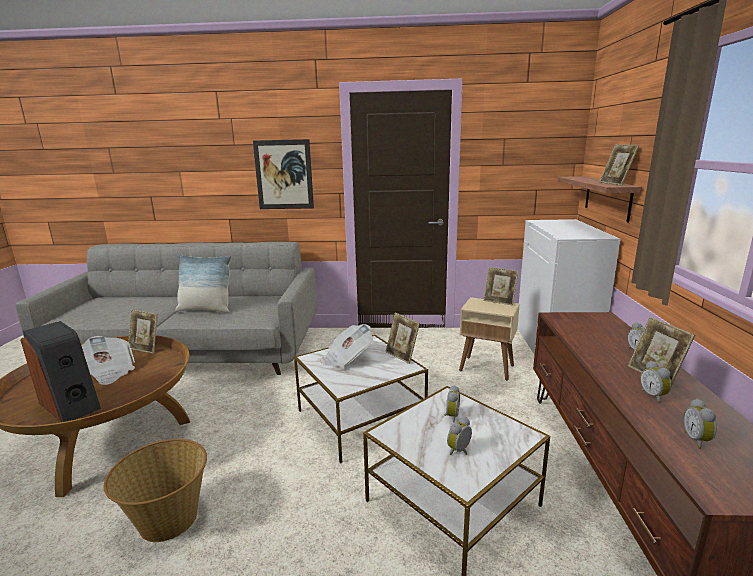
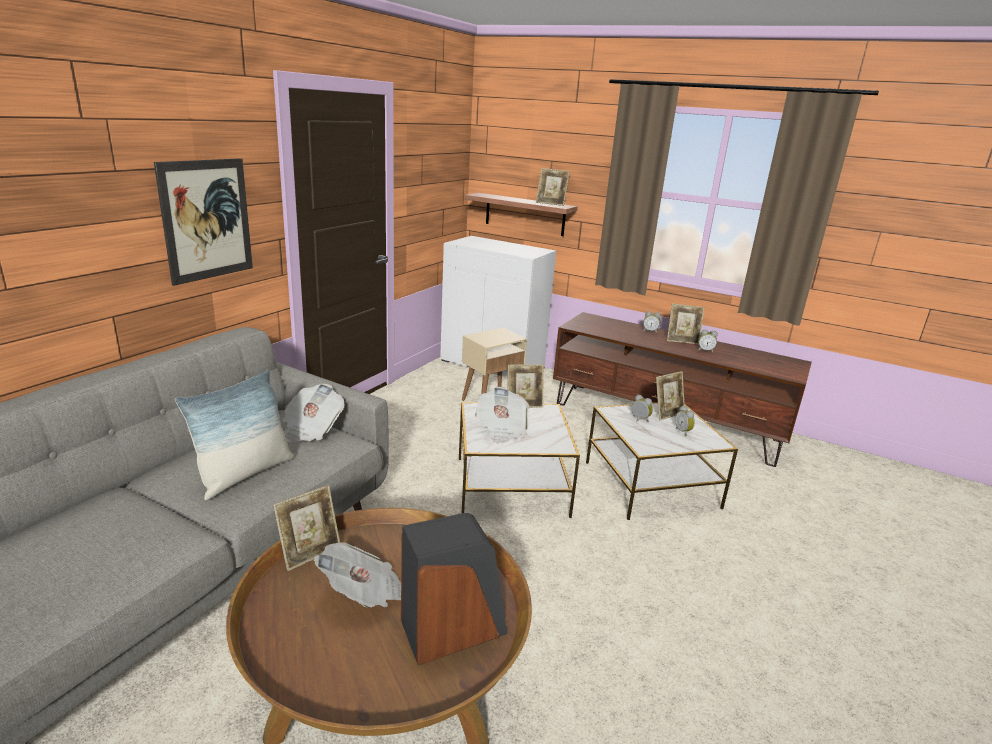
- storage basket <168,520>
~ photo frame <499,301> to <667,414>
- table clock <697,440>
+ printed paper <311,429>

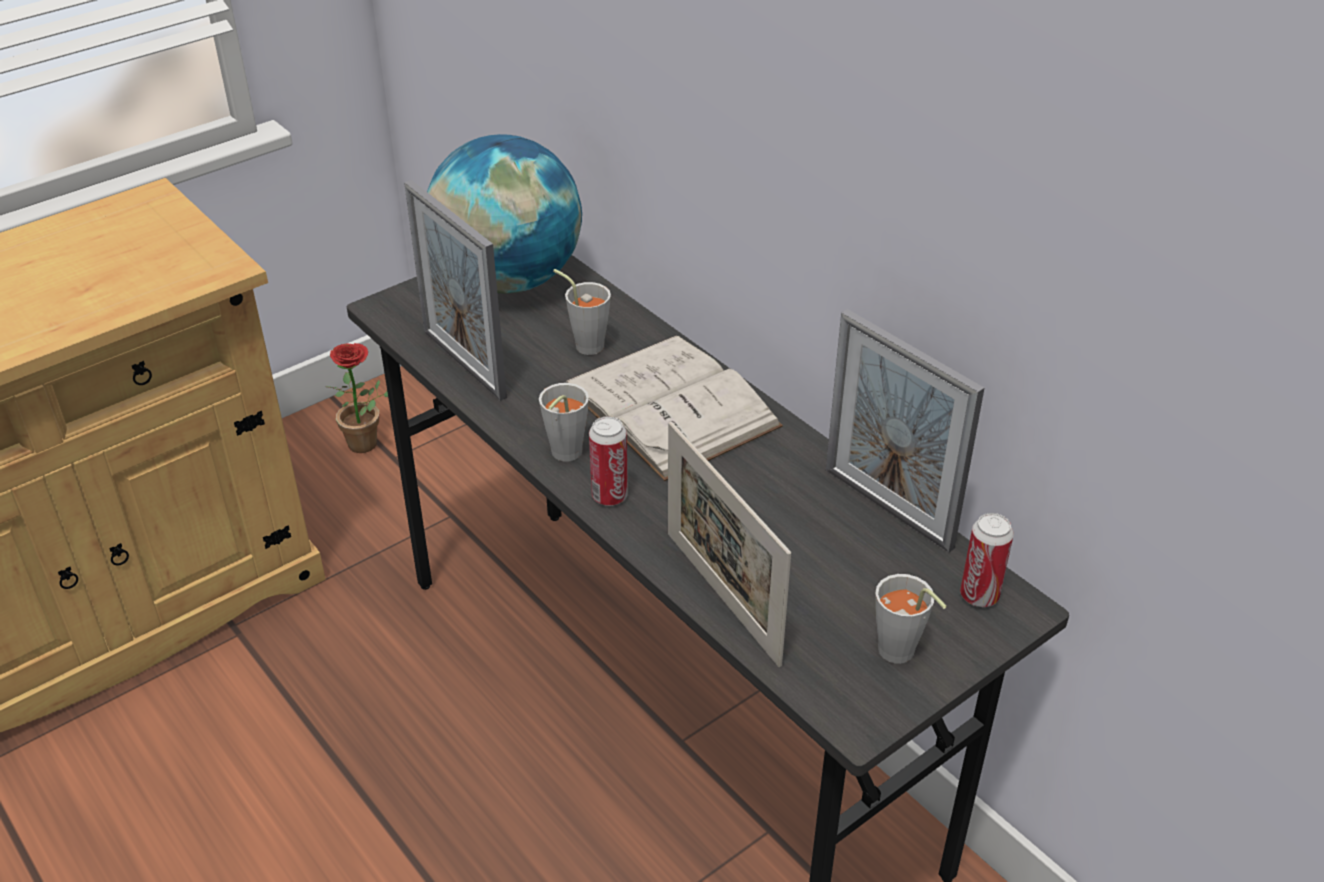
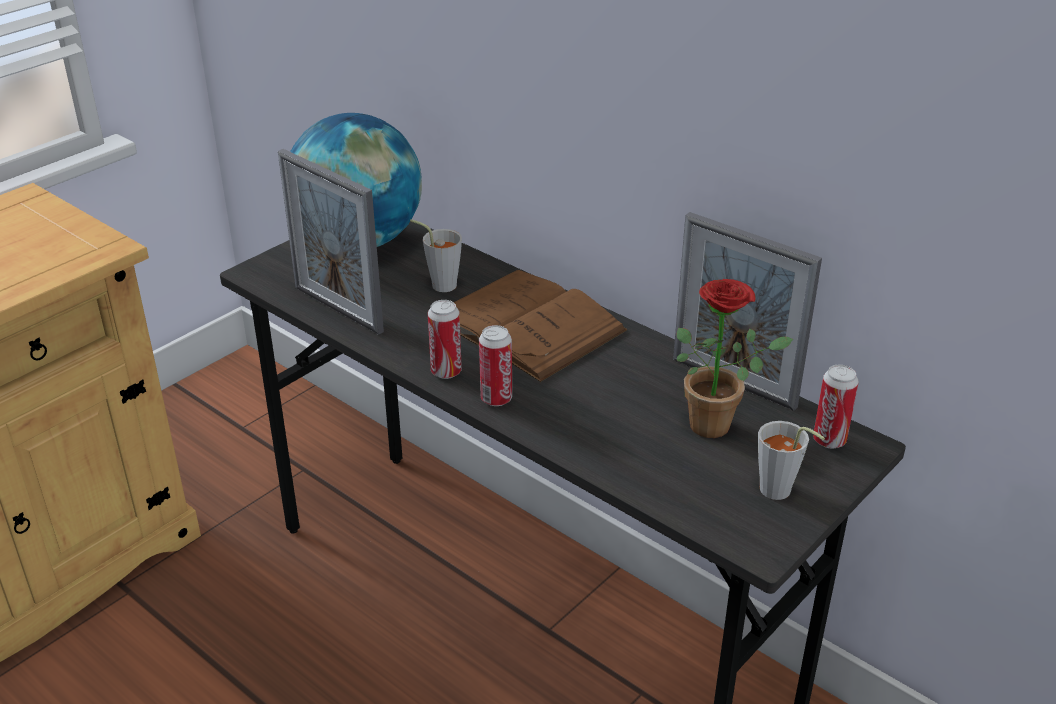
~ houseplant <369,443> to <718,424>
~ drinking cup in greyish <563,456> to can <446,372>
~ volume in whitish <670,406> to volume in brown <527,324>
- photo frame <722,597>

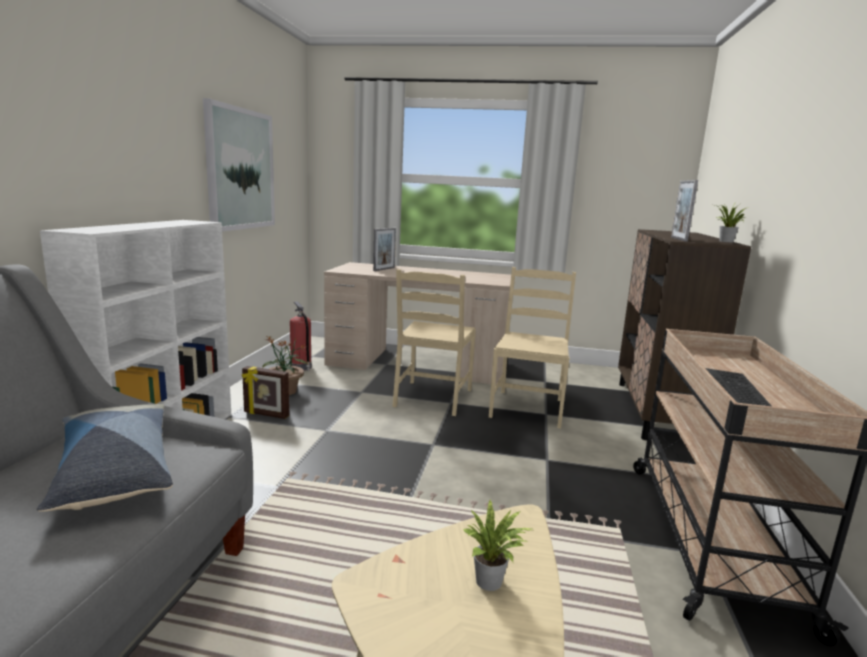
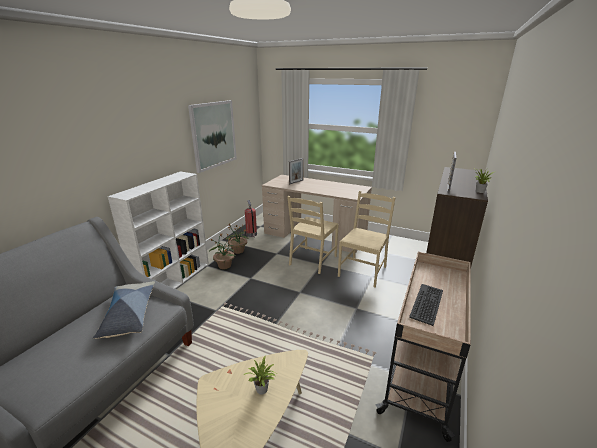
~ photo frame <266,414> to houseplant <224,265>

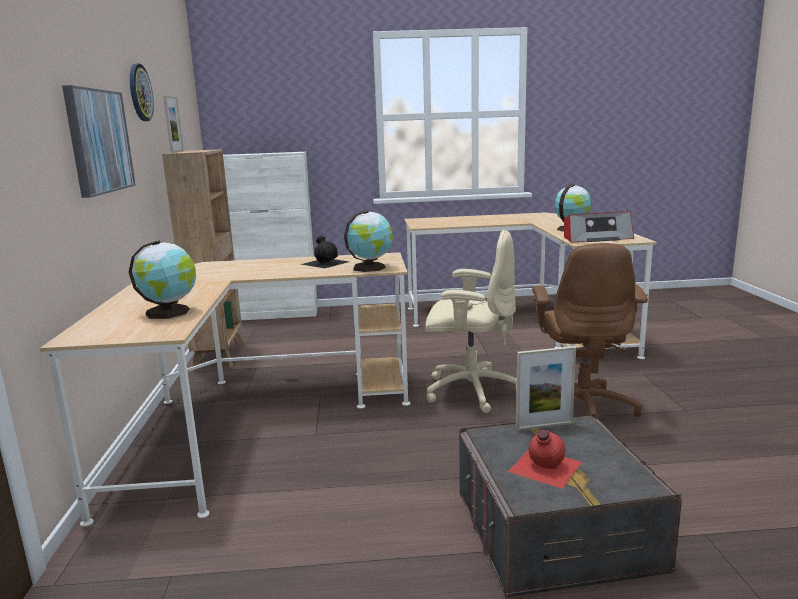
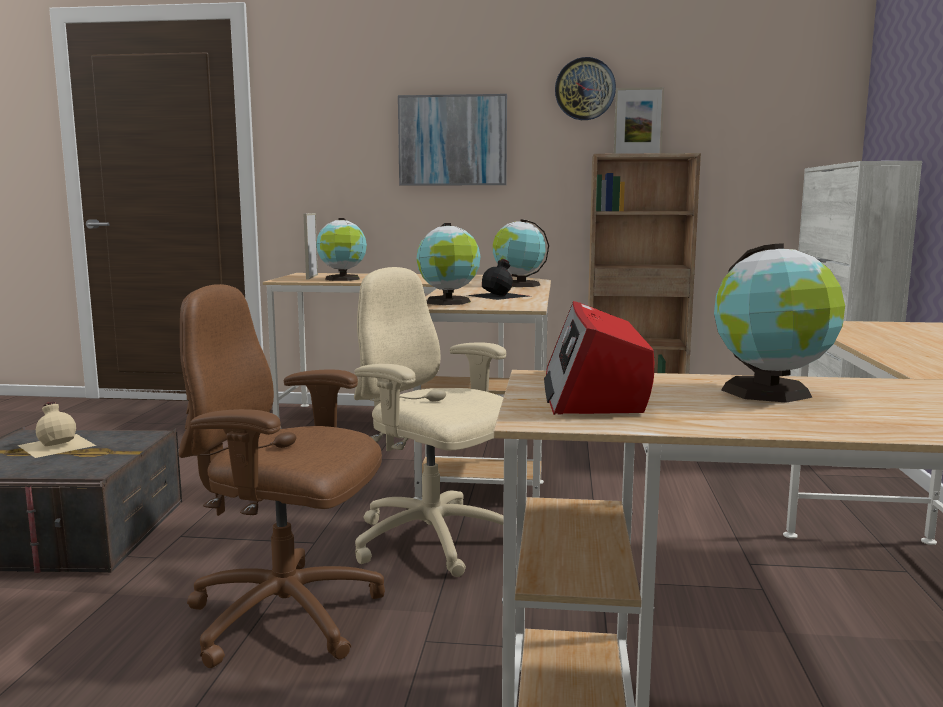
~ computer chair in sand-coloured <470,390> = <432,542> 105 degrees clockwise
~ drink bottle in reddish <544,466> to drink bottle in sand-coloured <57,445>
~ photo frame <544,426> to <312,277>
+ globe <519,285>

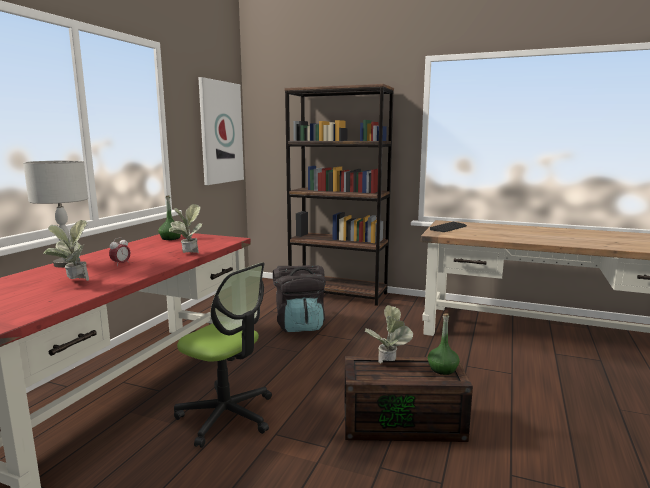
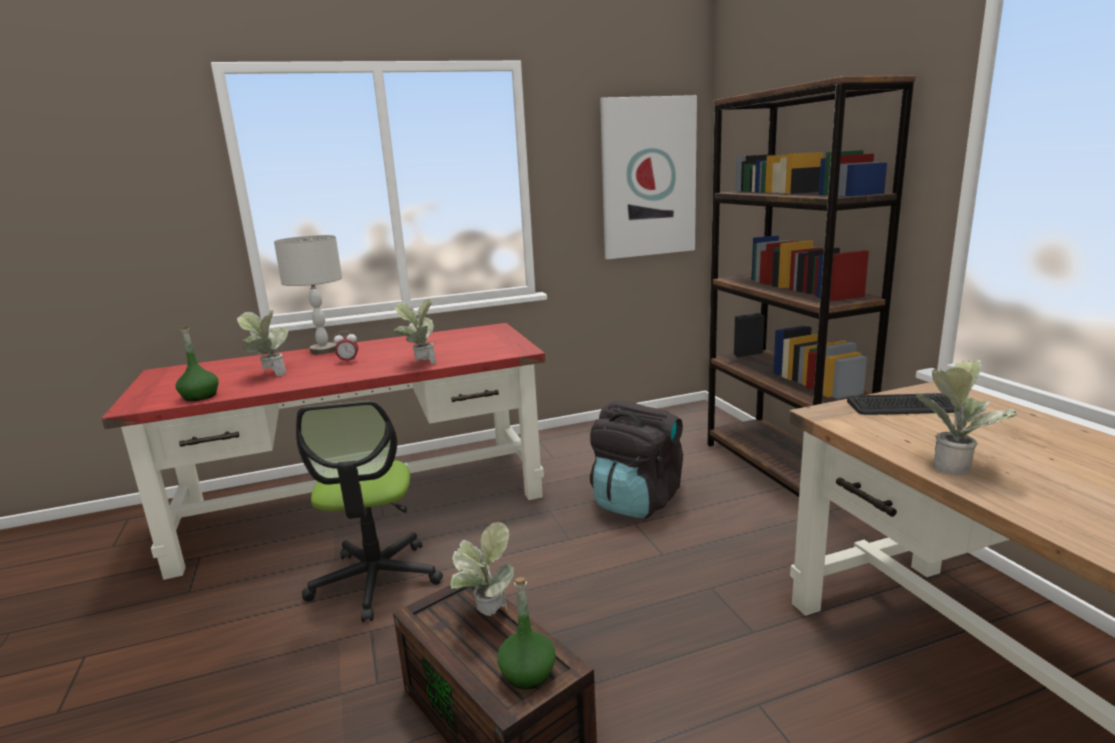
~ drink bottle in green-coloured <170,238> to <200,396>
+ houseplant <953,465>

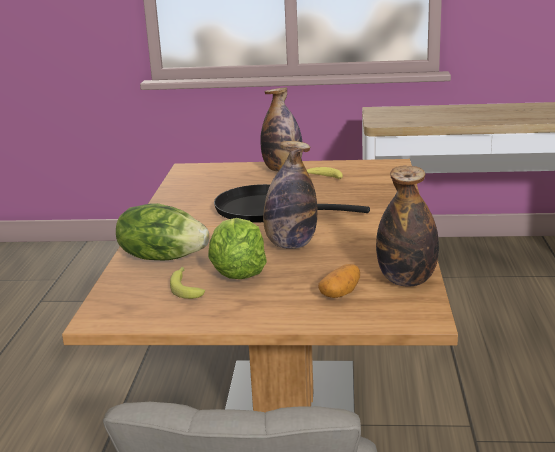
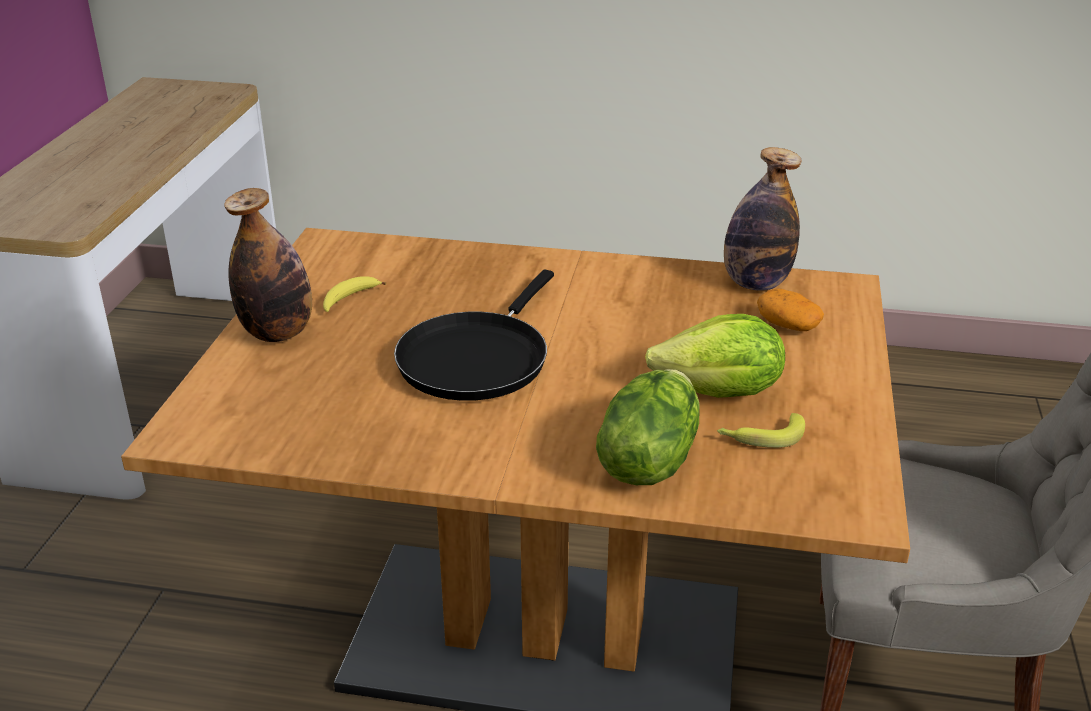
- drink bottle <290,245>

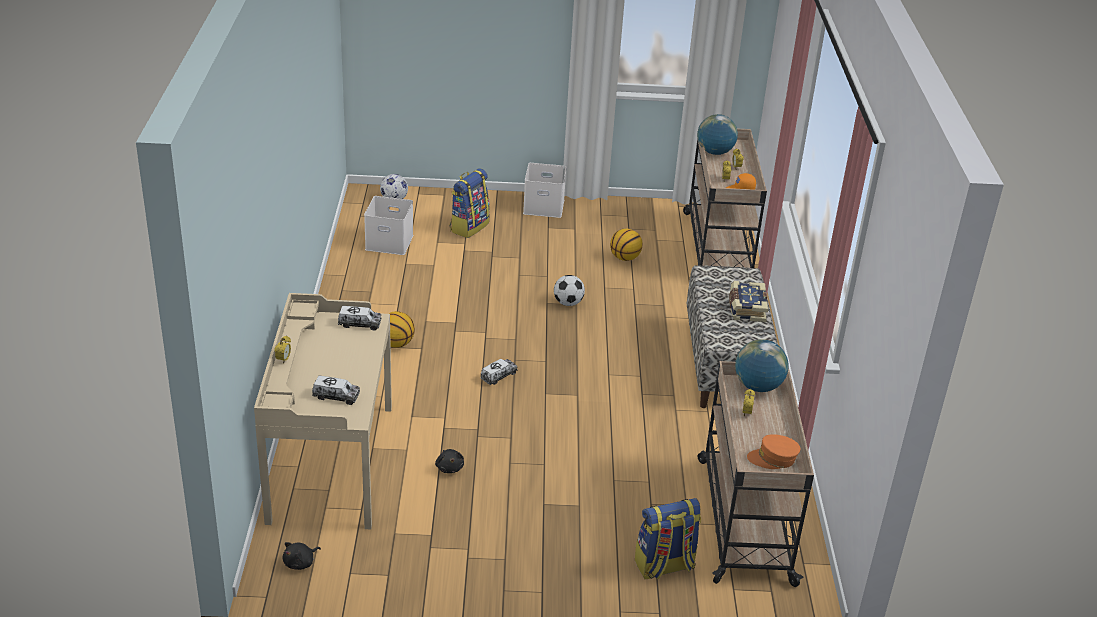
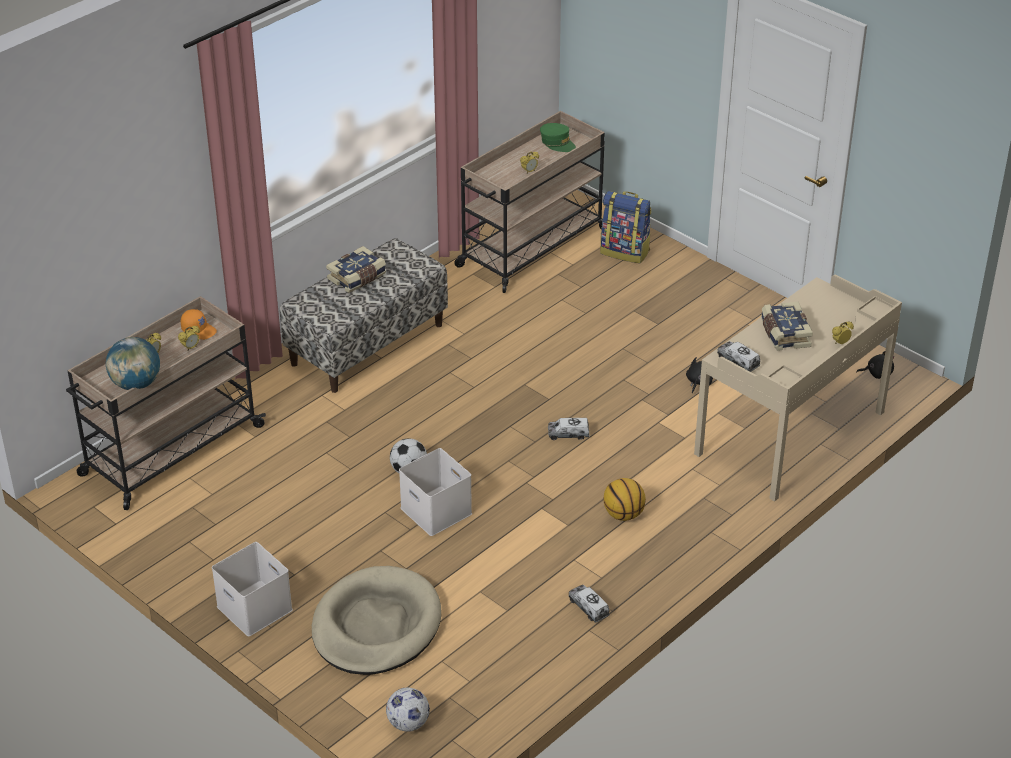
~ toy lorry <336,396> to <588,607>
~ storage container in whitish <390,242> to <434,511>
~ backpack <469,226> to dog cushion in sand-coloured <376,626>
- ball for basketball <625,258>
- globe <758,386>
~ cap in orangey <773,459> to cap in green-coloured <557,143>
+ volume <784,334>

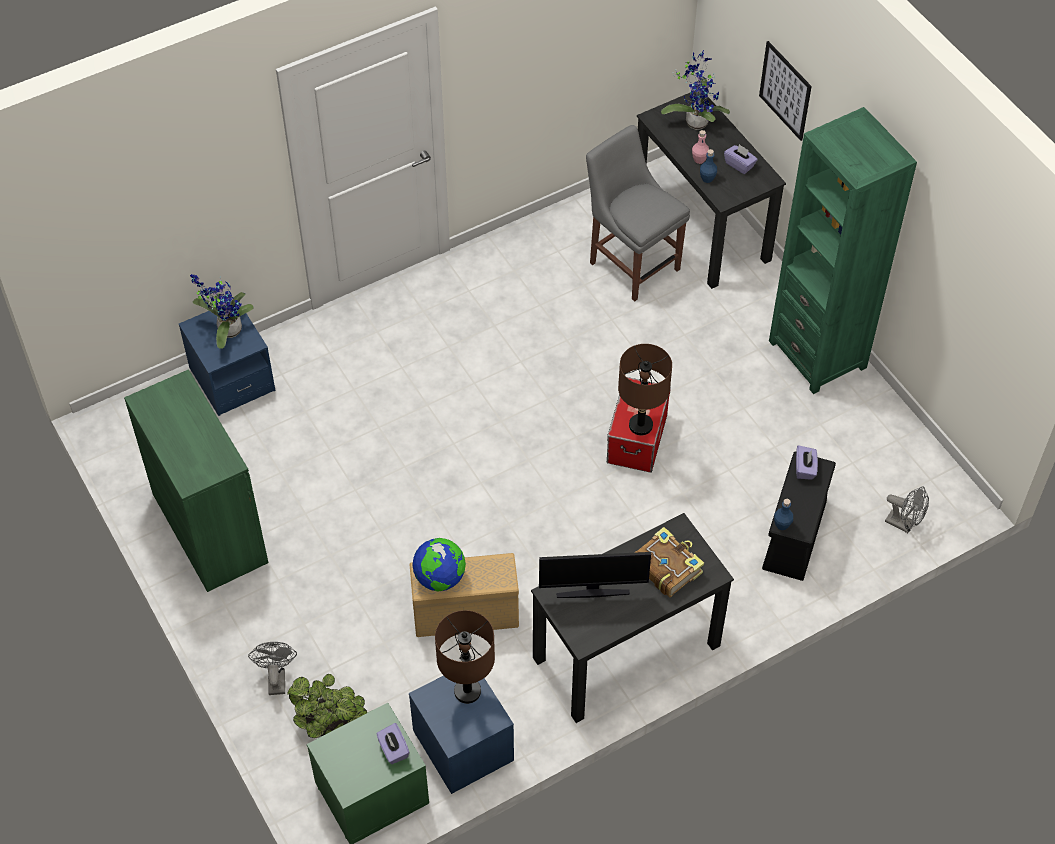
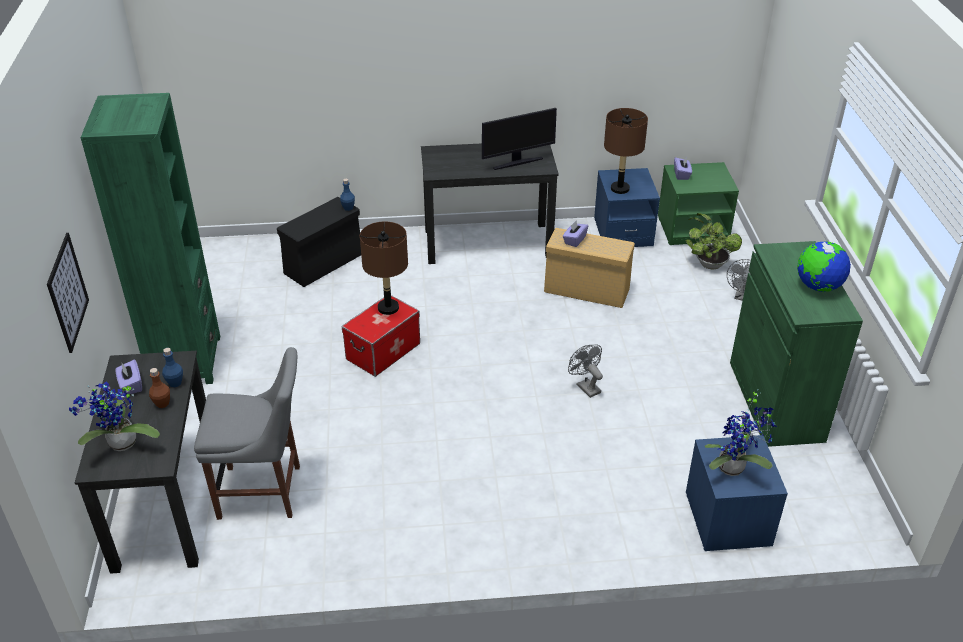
~ globe <440,578> to <818,286>
~ monitor <592,592> = <517,162> 135 degrees clockwise
~ plain chair in greyish <632,263> = <264,492> 75 degrees counterclockwise
- volume <666,567>
~ drink bottle in pink <699,160> to drink bottle in brown <162,403>
~ tissue holder in purple-coloured <805,469> to <574,240>
~ fan in greyish <904,524> to <585,386>

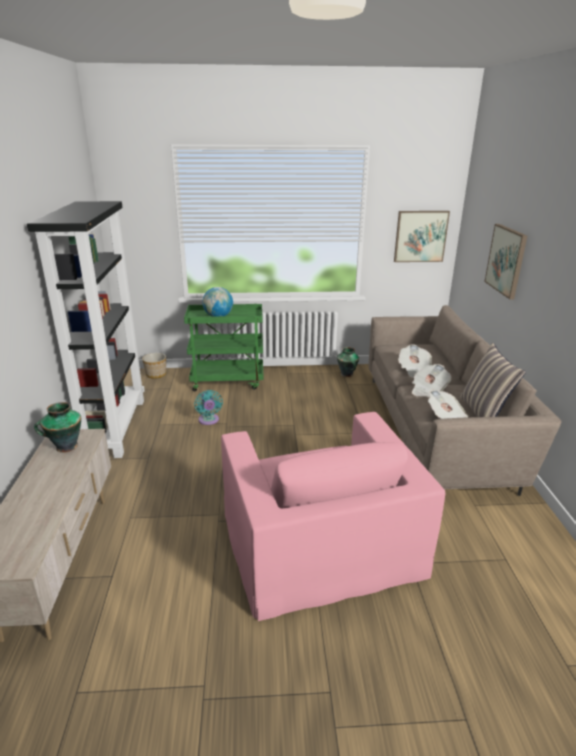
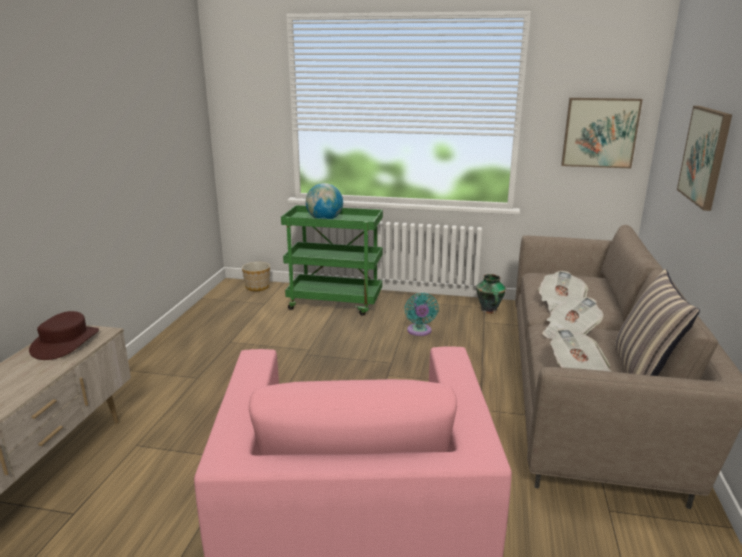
- bookcase in black <115,426>
~ decorative vase <65,447> to hat in brown <65,342>
~ fan in turquoise <209,421> to <419,331>

